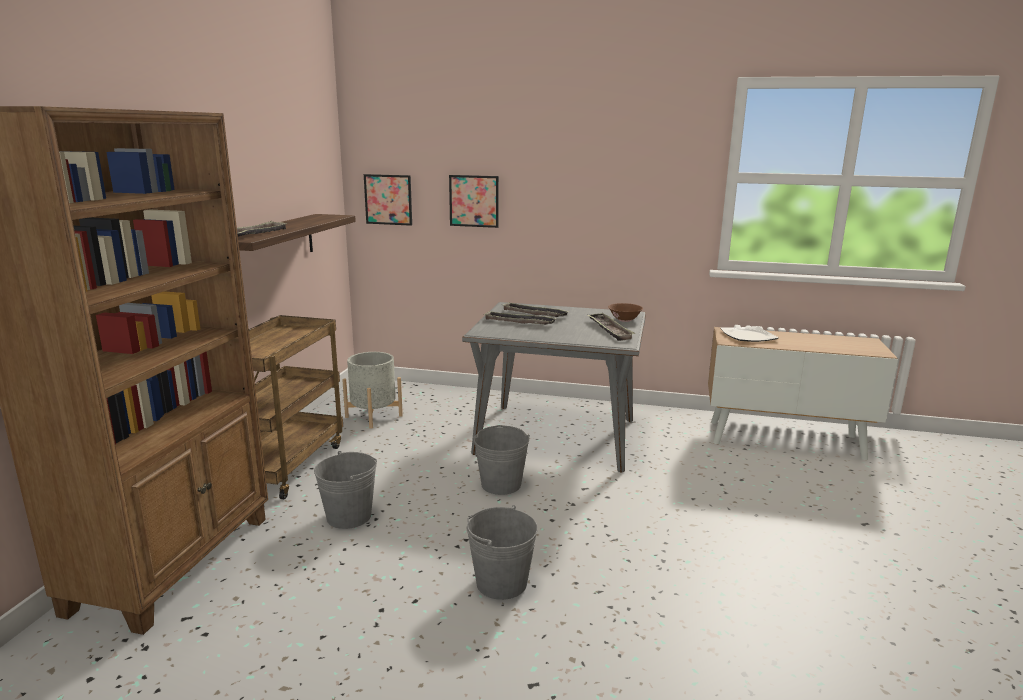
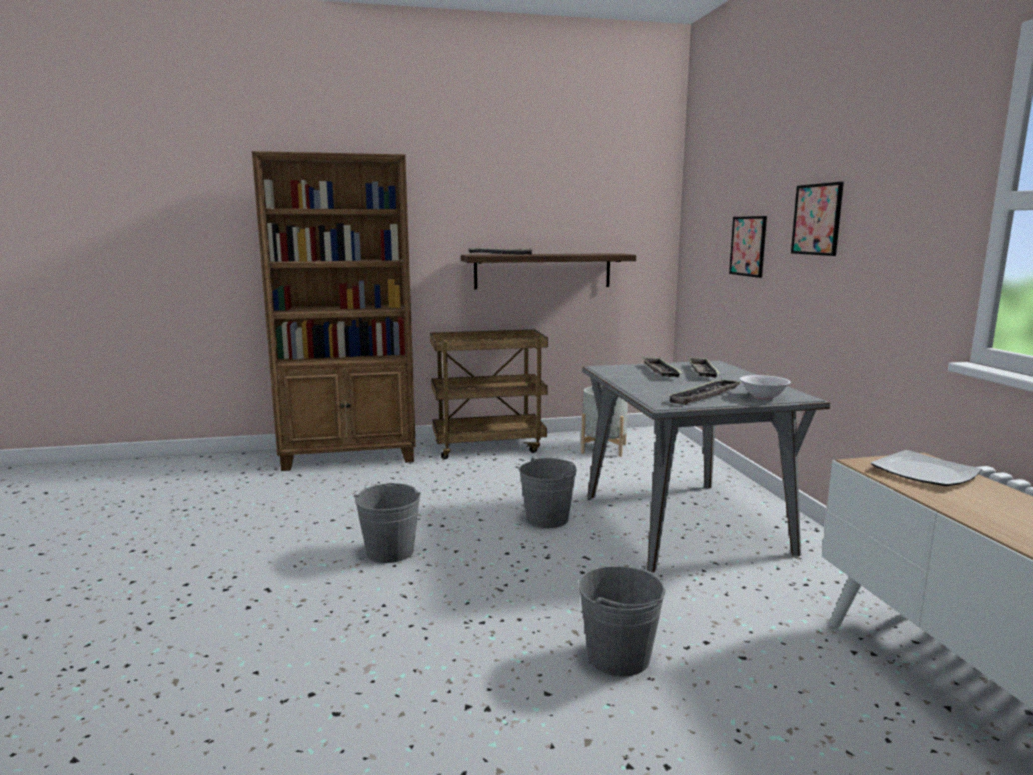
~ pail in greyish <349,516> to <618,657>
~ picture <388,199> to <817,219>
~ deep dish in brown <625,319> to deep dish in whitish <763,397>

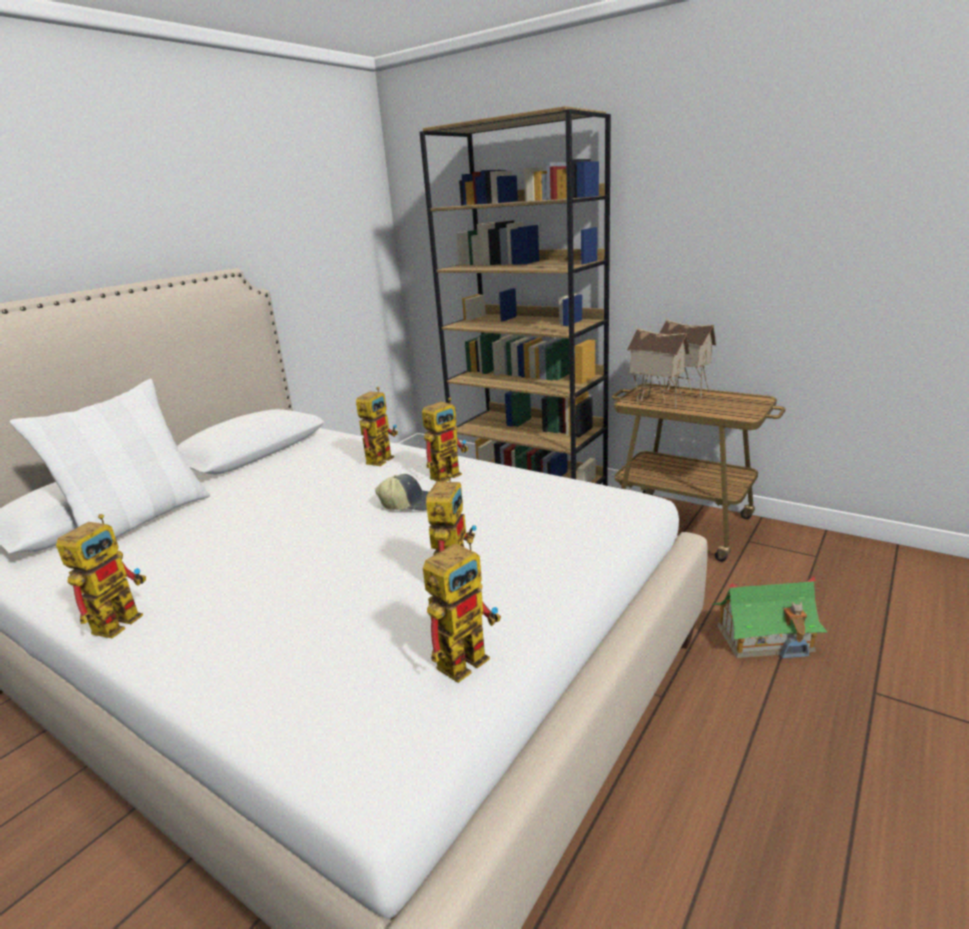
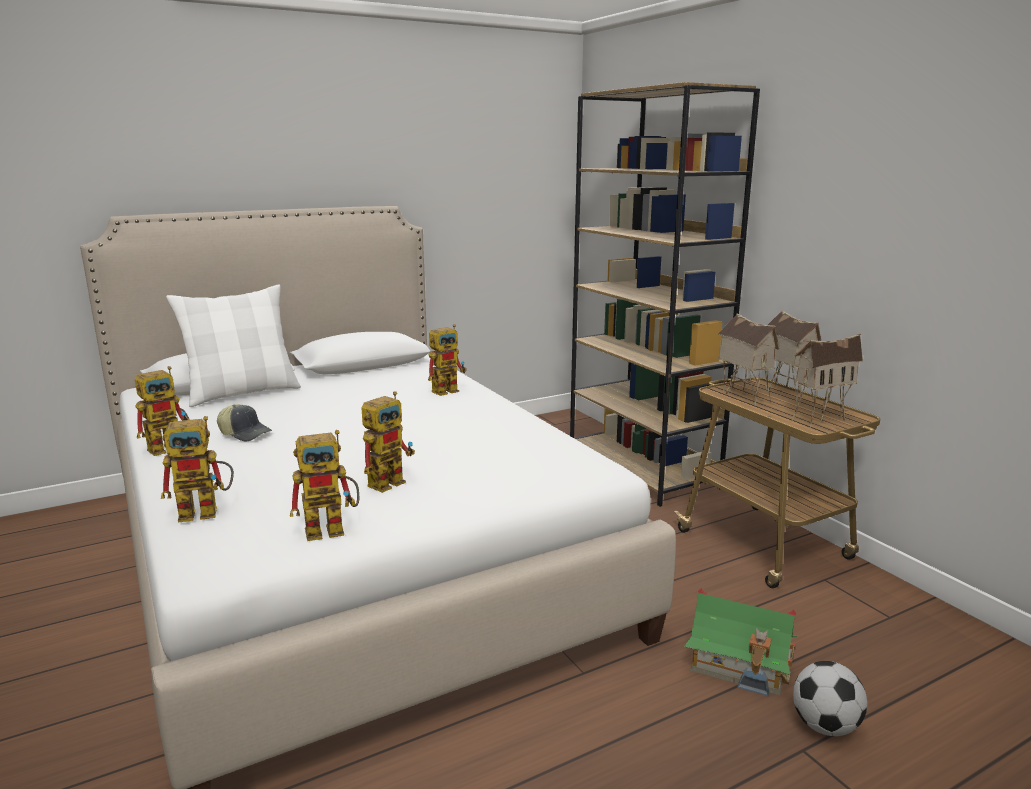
~ cap <410,503> to <245,433>
~ toy robot <449,473> to <207,511>
+ model house <819,418>
+ football <824,726>

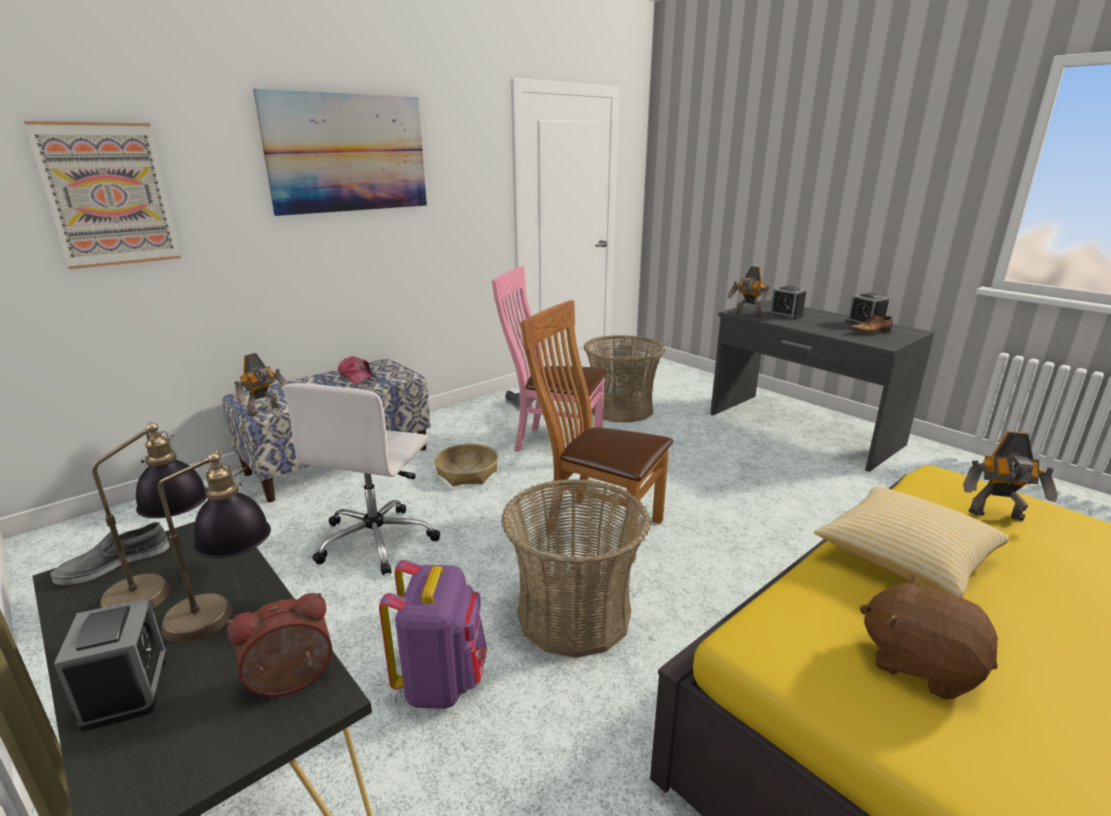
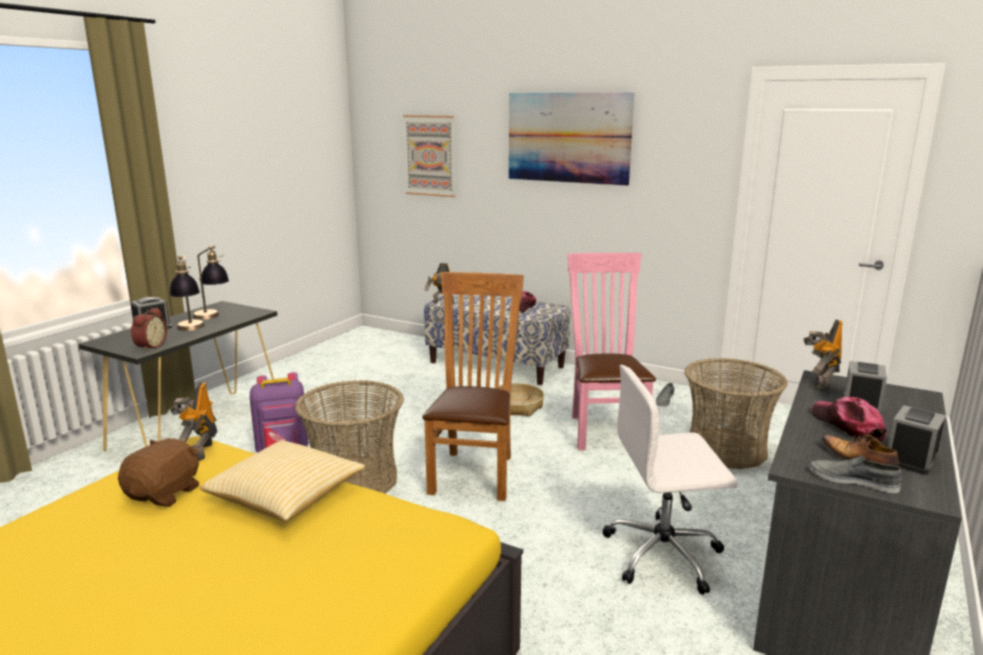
~ shoe in greyish <114,563> to <853,480>
~ table clock <292,683> = <150,346> 60 degrees clockwise
~ computer chair in whitish <377,540> to <664,554>
~ toy robot <997,516> to <200,452>
+ cap <847,426>

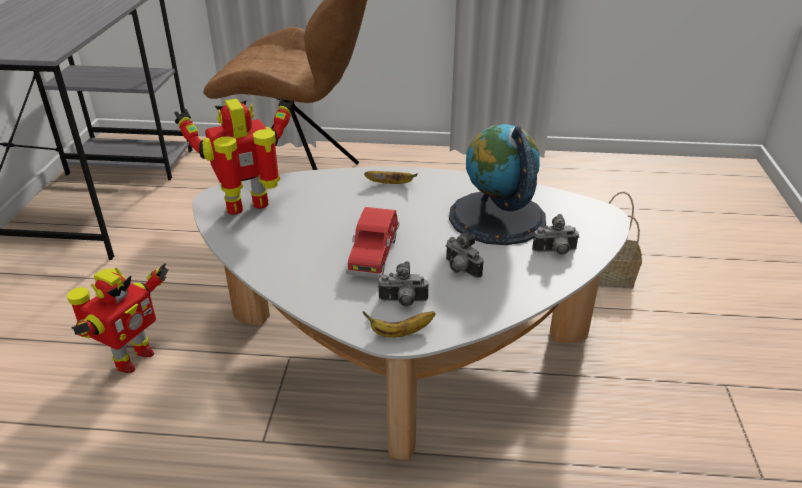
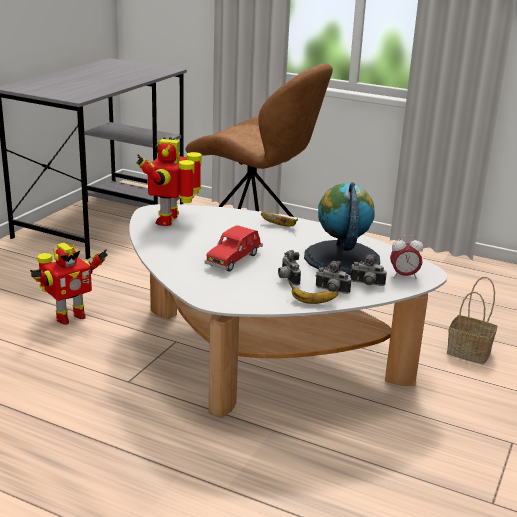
~ toy robot <250,208> = <170,220> 75 degrees counterclockwise
~ banana fruit <400,332> to <311,302>
~ photo camera <403,302> to <331,291>
+ table clock <404,276>

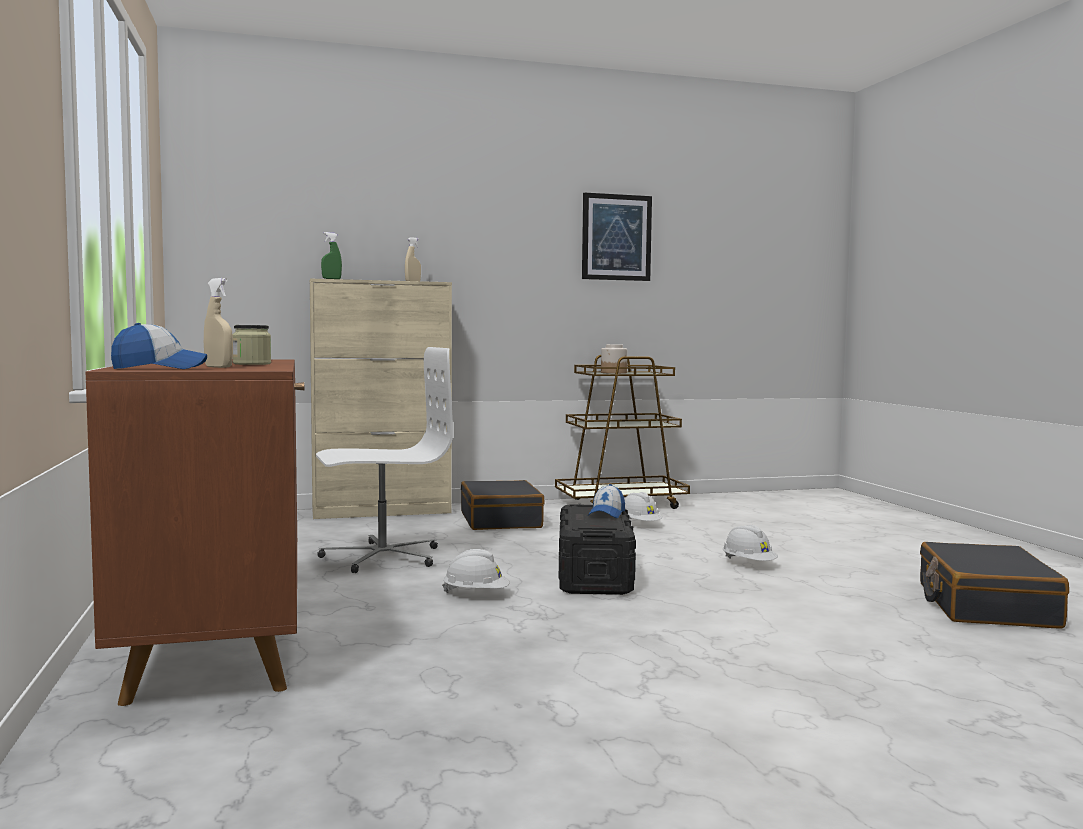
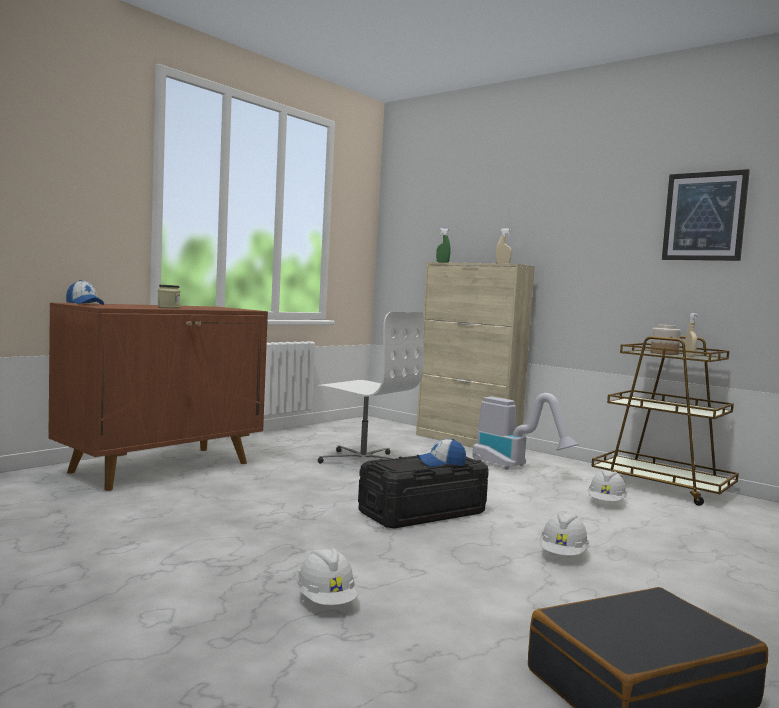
~ hand sprayer in sand-coloured <218,367> to <689,356>
~ safety helmet in whitish <476,594> to <326,601>
~ piece of luggage in black <501,520> to vacuum <515,467>

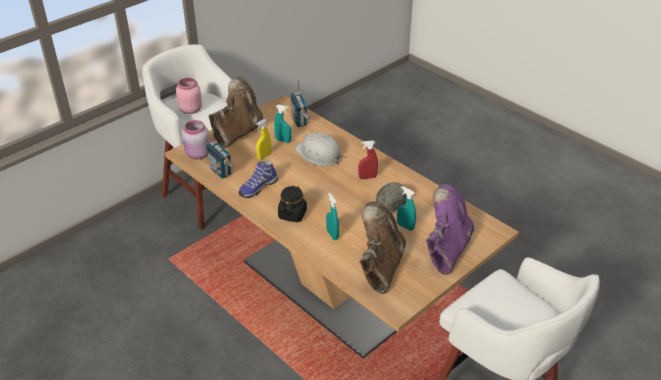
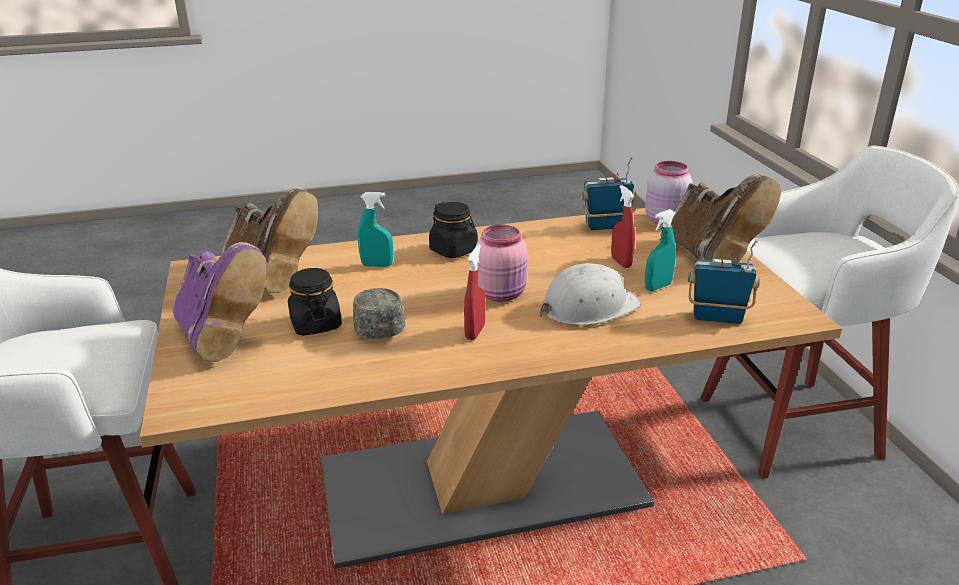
~ preserve jar in pink <190,109> to <502,294>
- shoe <257,187>
~ hand sprayer in yellow <264,156> to hand sprayer in reddish <621,262>
~ hand sprayer in turquoise <405,226> to preserve jar in black <315,324>

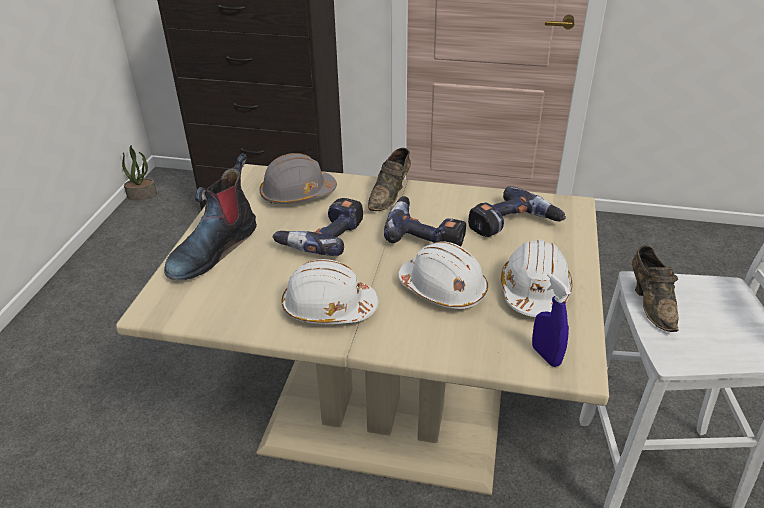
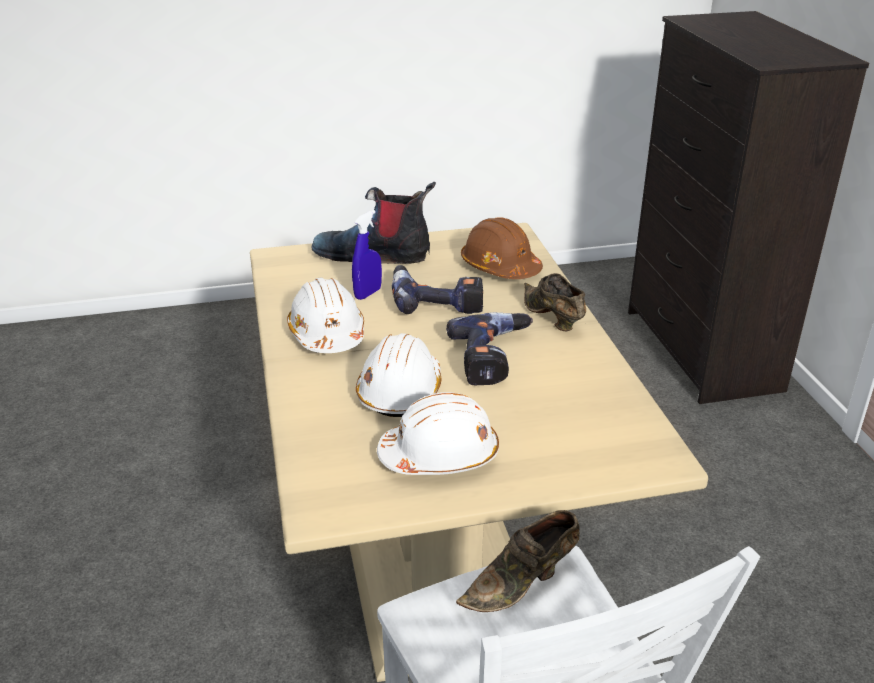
- houseplant <142,195>
~ safety helmet in greyish <297,194> to safety helmet in brown <500,267>
~ shoe in brown <390,195> = <552,318> 60 degrees clockwise
- power drill <513,226>
~ hand sprayer in bluish <546,355> to <368,293>

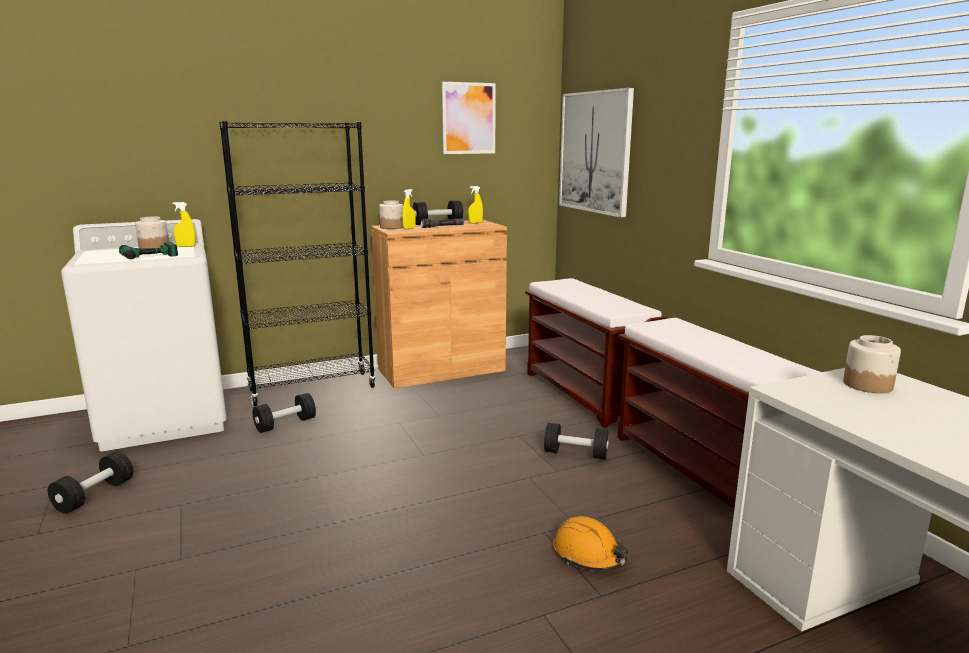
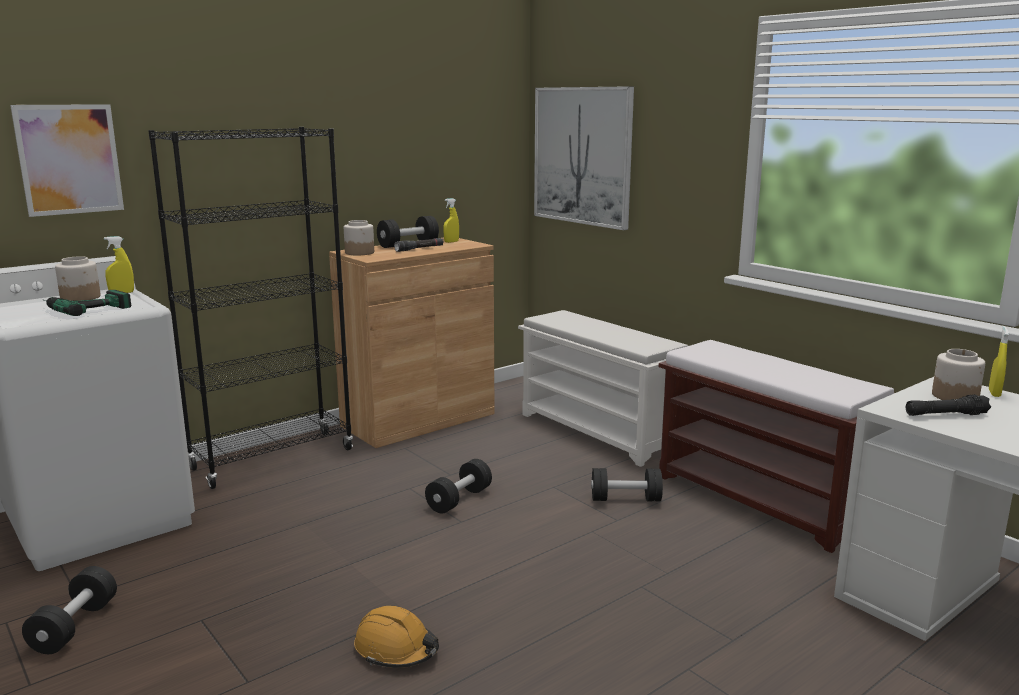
~ free weight in black <285,424> to <459,500>
~ hand sprayer in yellow <409,228> to <994,393>
~ picture <468,118> to <69,159>
~ bench in brown <586,394> to shoe stand in whitish <599,432>
~ safety helmet in orangey <589,554> to <396,649>
+ flashlight in black <945,415>

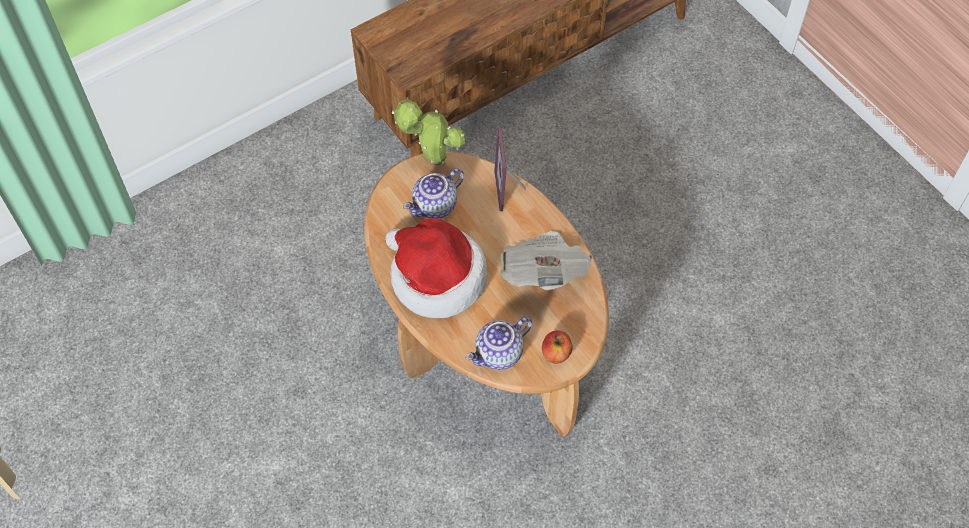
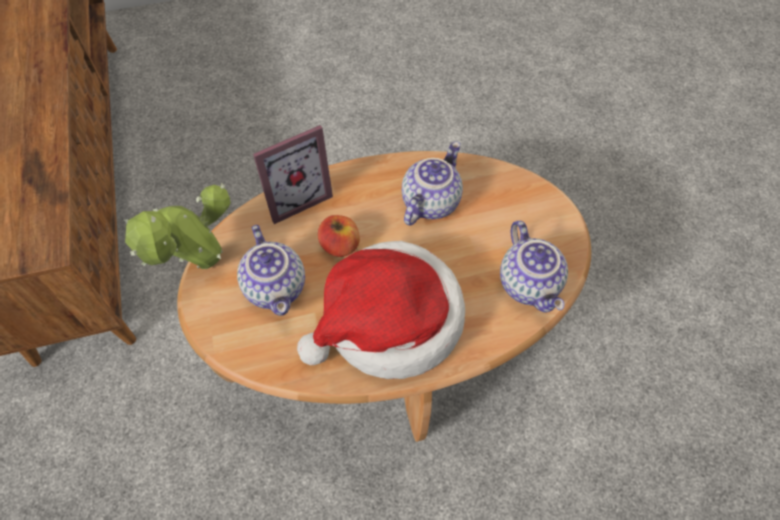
~ photo frame <511,190> = <295,197> 45 degrees counterclockwise
~ printed paper <544,273> to teapot <429,201>
~ whole apple <556,353> to <340,245>

